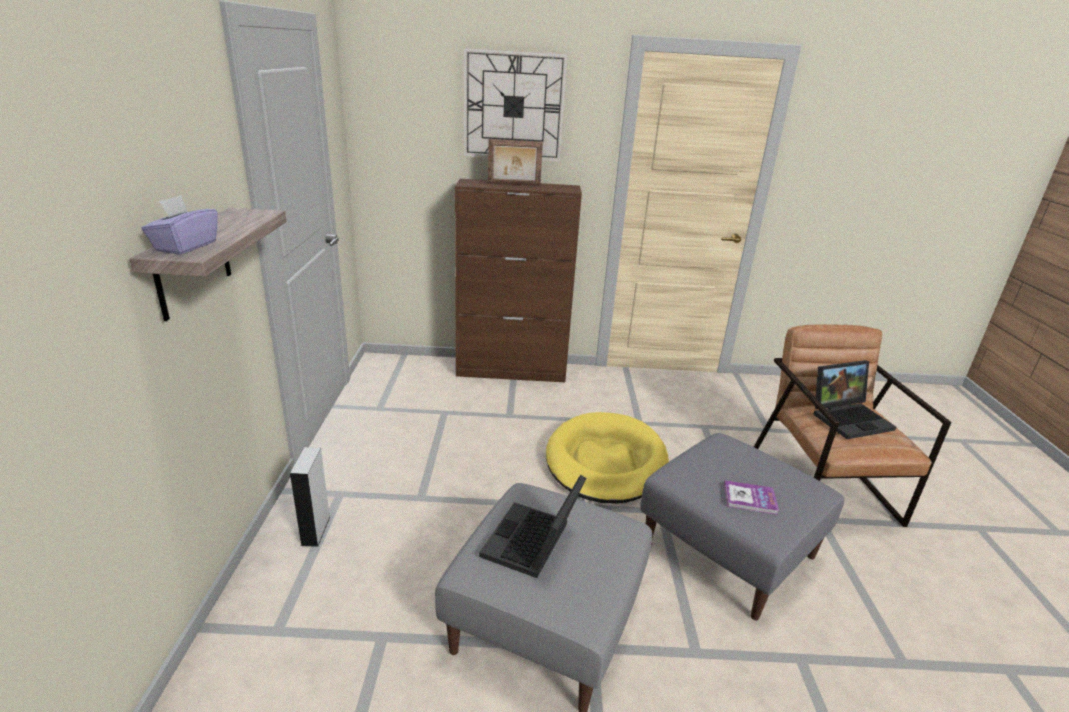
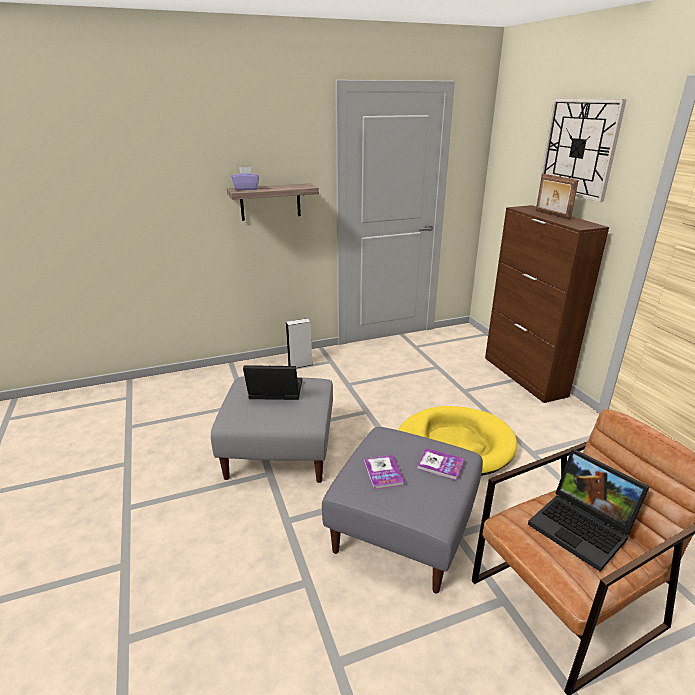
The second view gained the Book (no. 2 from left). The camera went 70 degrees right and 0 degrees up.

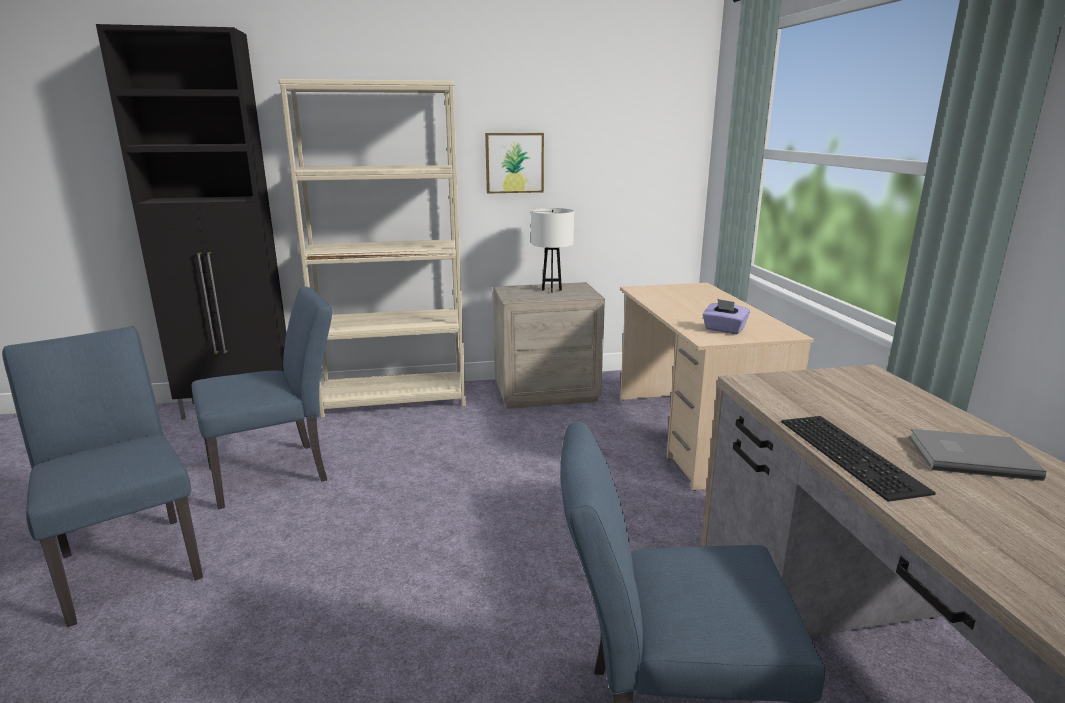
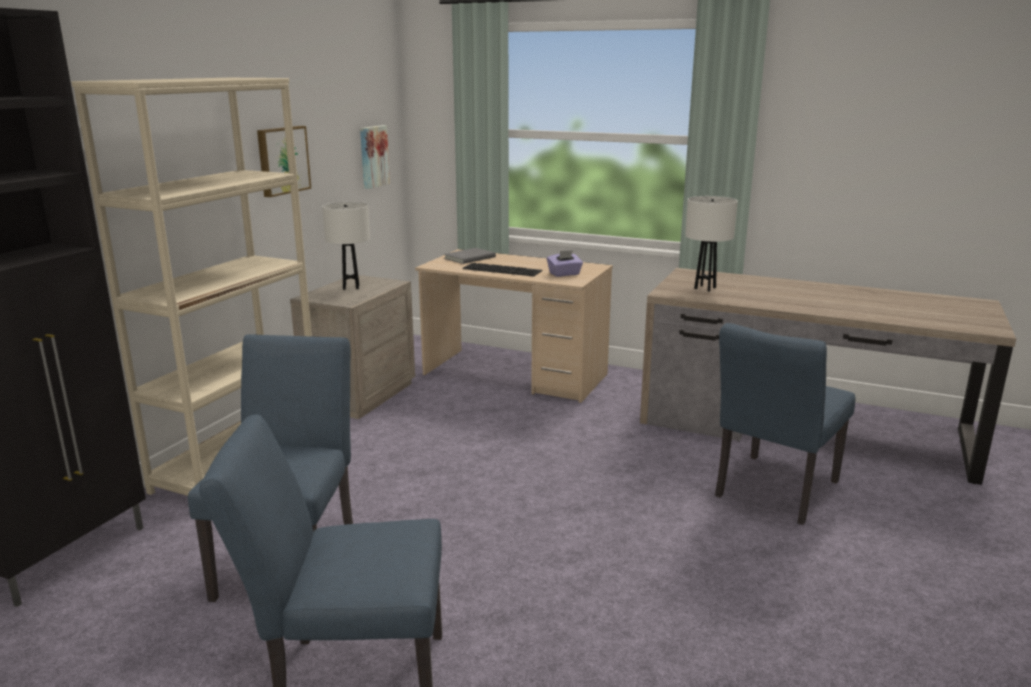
The Keyboard ended up elsewhere. The GrayBook ended up elsewhere. The second view gained the Picture (no. 2 from left). The second view gained the WhitishTabletopLamp (no. 2 from left). The camera went 55 degrees left and 0 degrees up.

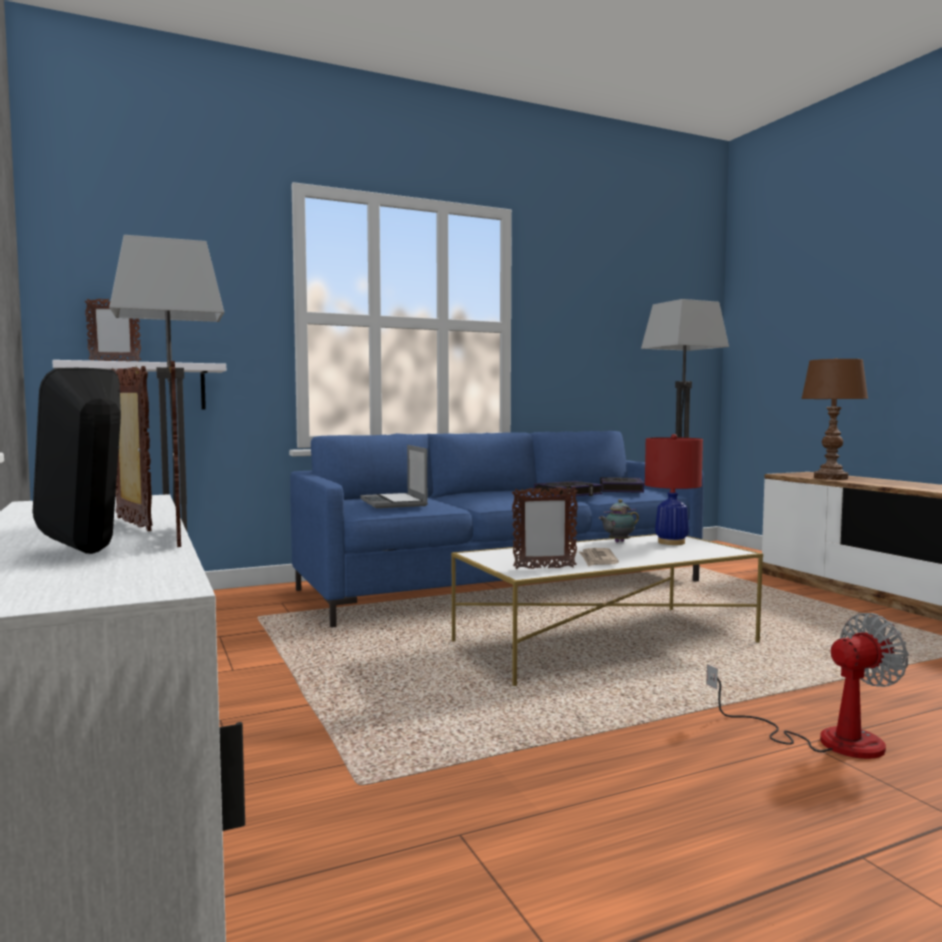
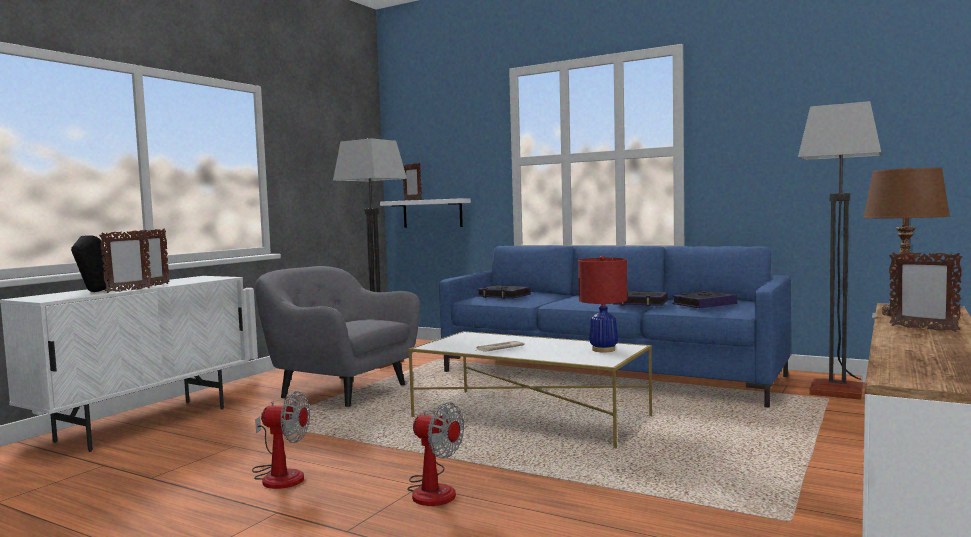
Where the PortableComputer stood, the Book (no. 1 from left) came to stand. The PictureFrame (no. 4 from left) ended up elsewhere. The second view lost the Teapot. The second view gained the ElectricFan (no. 1 from left). The second view gained the GrayArmchair. The camera went 55 degrees right and 0 degrees up.

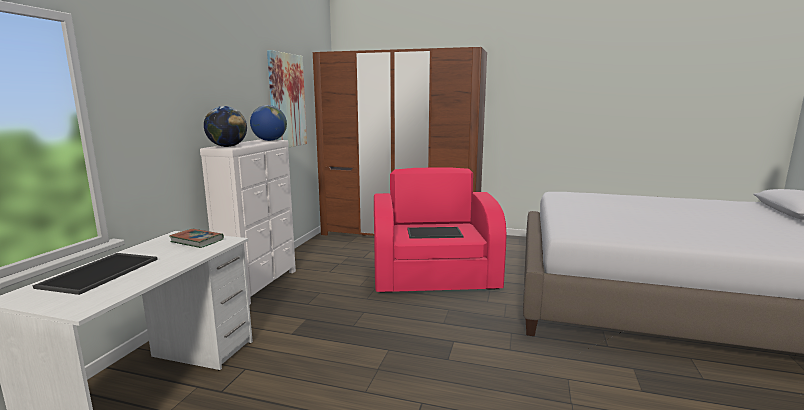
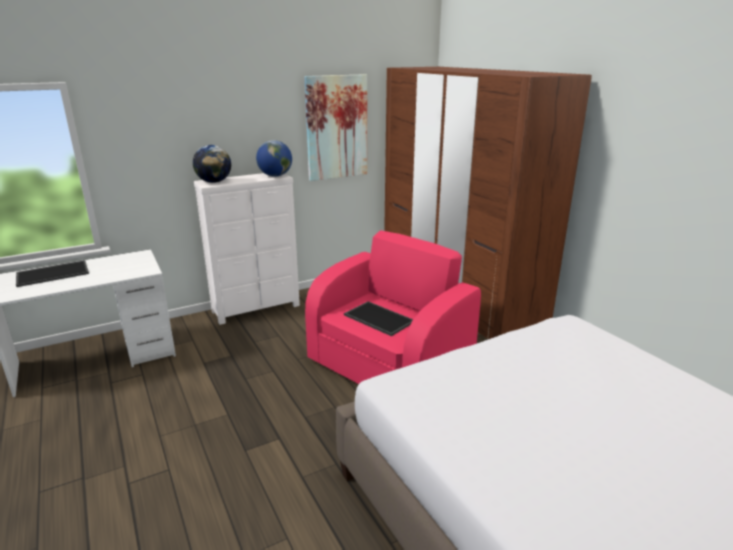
The second view lost the Book. The camera went 45 degrees right and 10 degrees up.

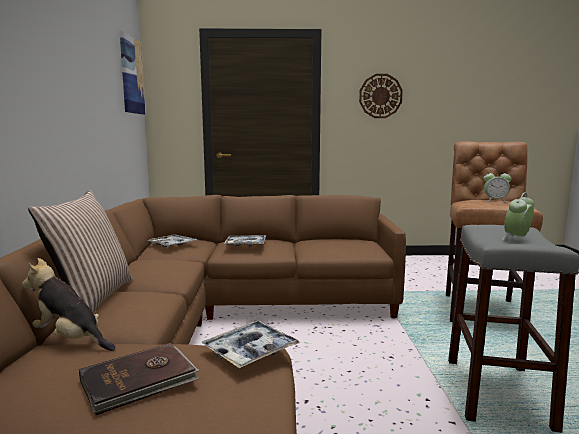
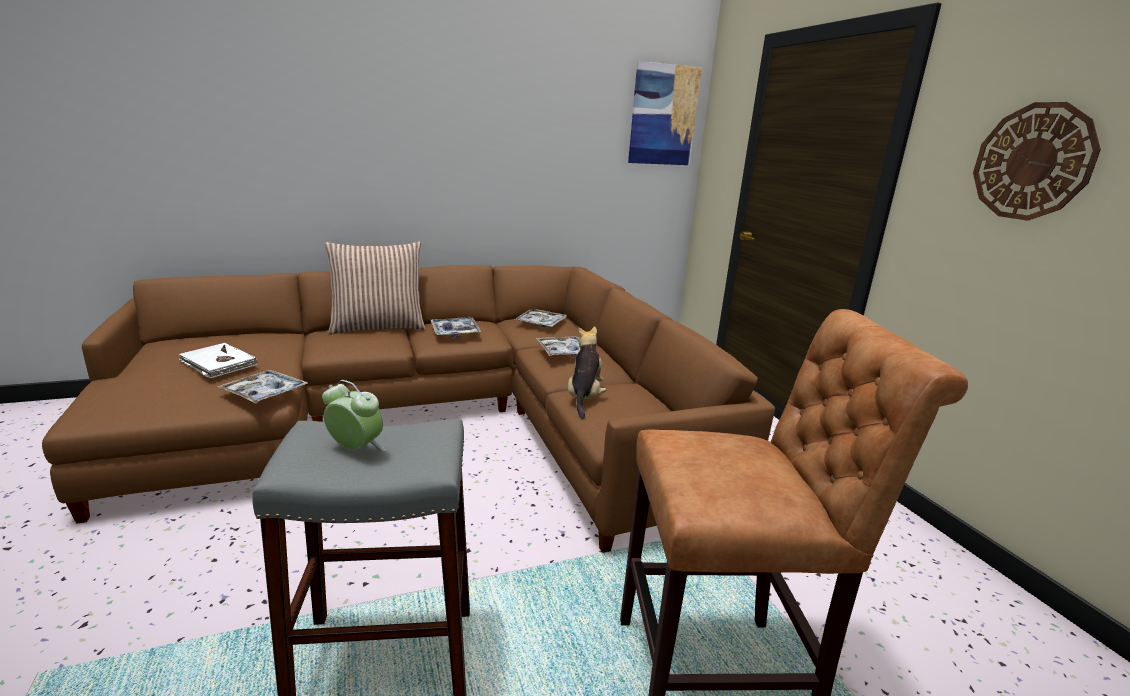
The SoftToy ended up elsewhere. What was the BrownColouredBook turned into the WhitishBook. The second view lost the TableClock (no. 1 from left). The second view gained the Tray (no. 2 from left). The camera went 70 degrees right and 10 degrees up.

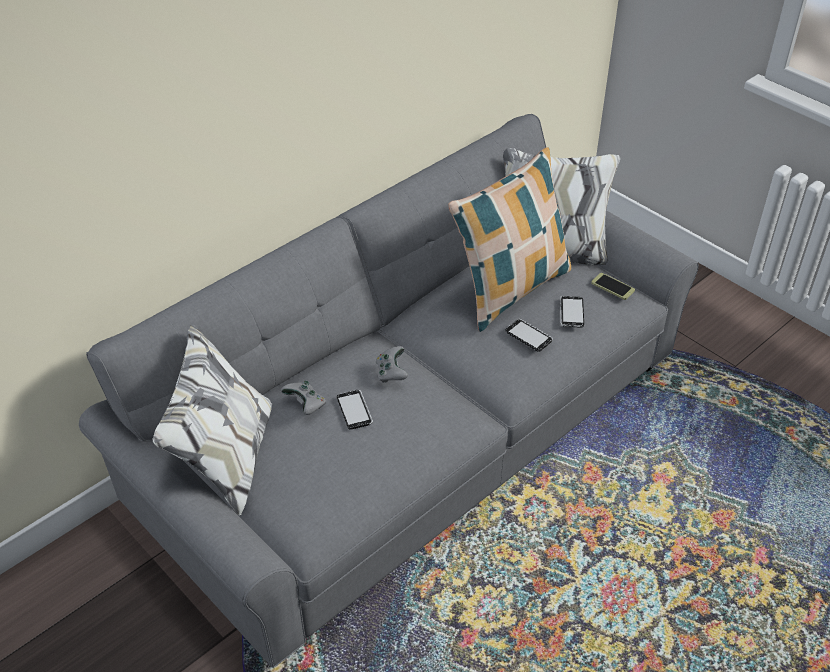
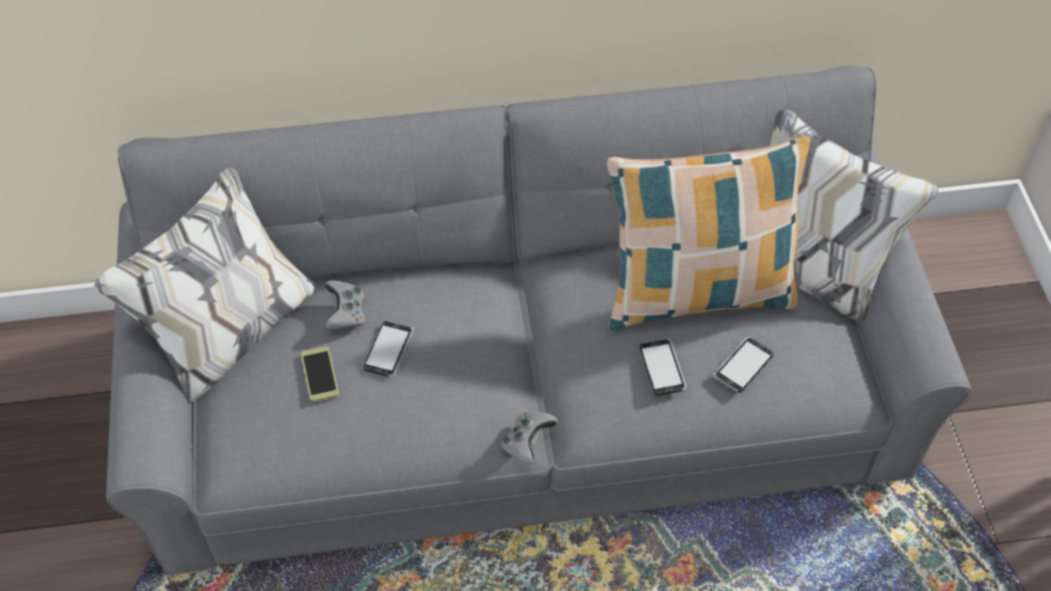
The GrayJoypad (no. 2 from left) ended up elsewhere. The Telephone (no. 4 from left in the first image) ended up elsewhere. The camera went 35 degrees right and 10 degrees up.

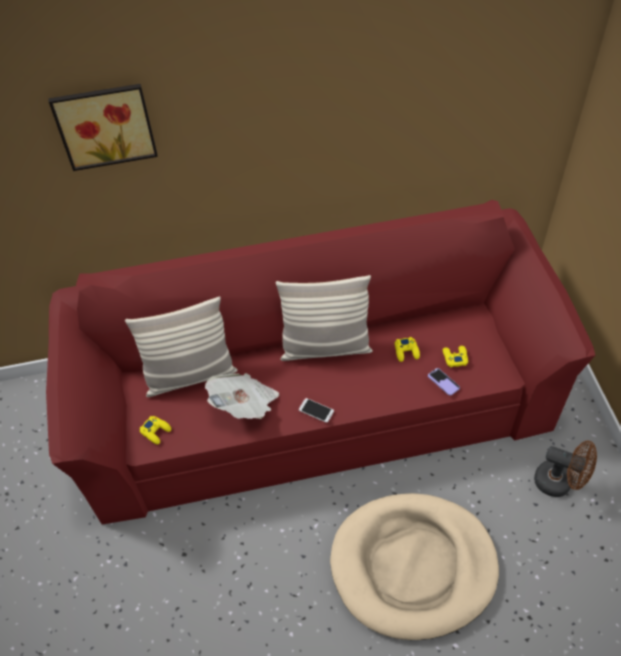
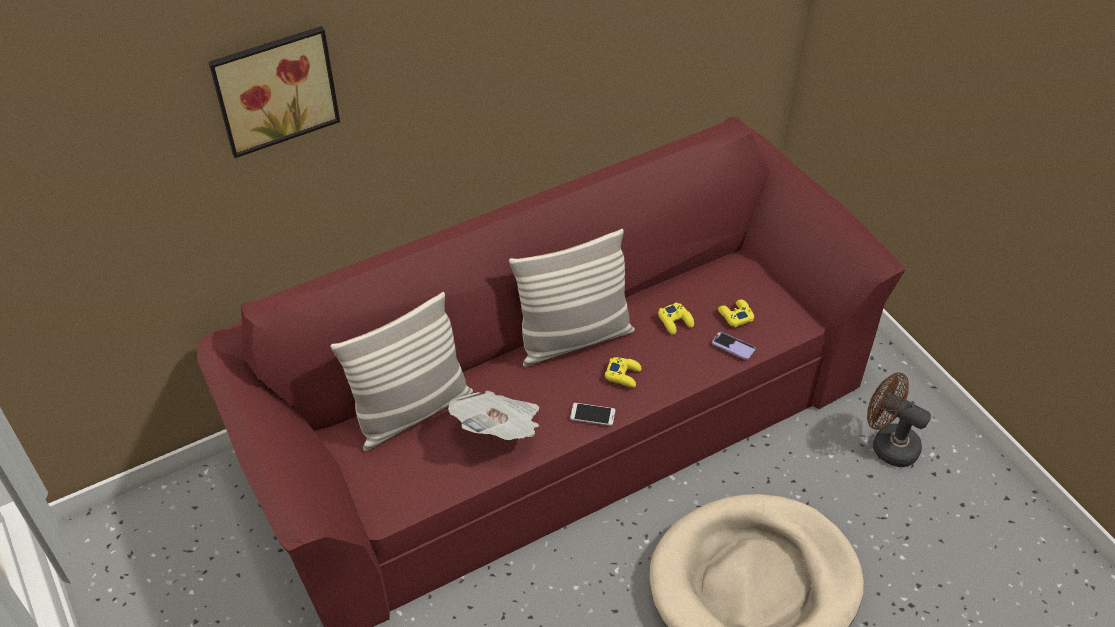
The YellowJoypad (no. 1 from left) ended up elsewhere. The BrownColouredElectricFan ended up facing another way, 150 degrees counterclockwise from before. The camera went 20 degrees left and 5 degrees down.

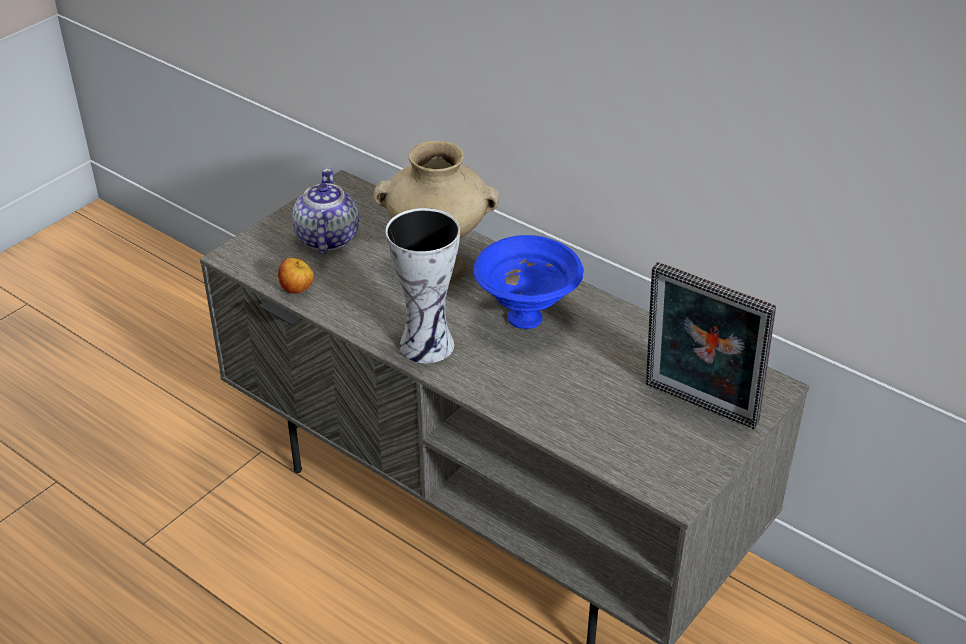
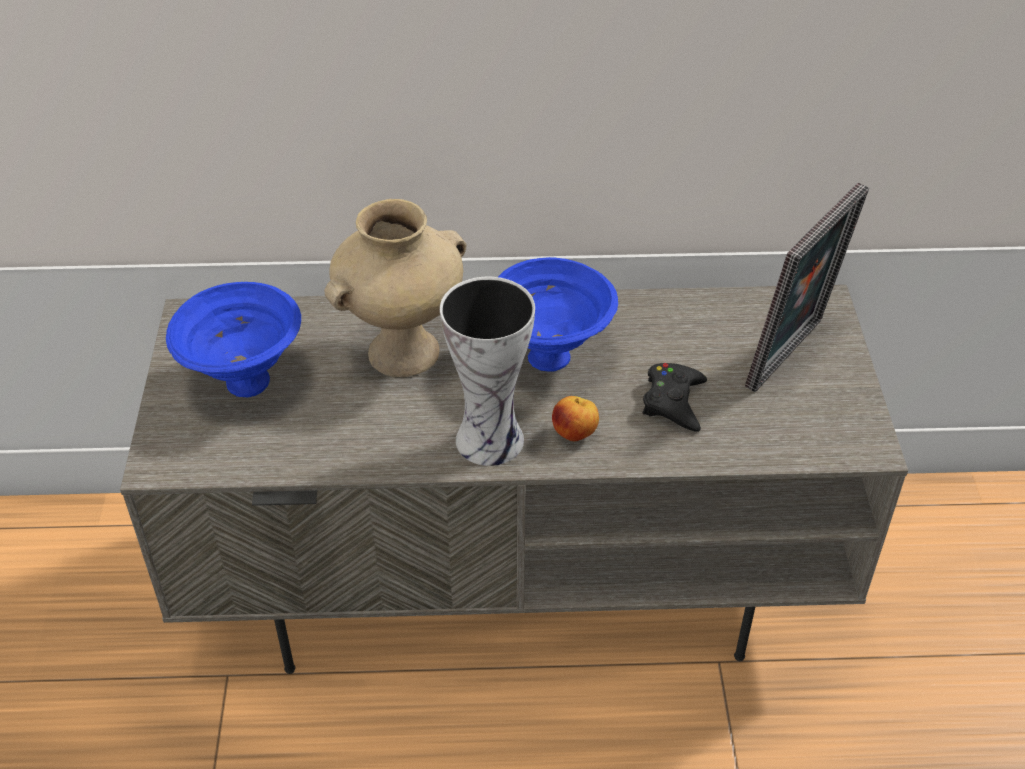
The WholeApple ended up elsewhere. Where the Teapot stood, the BlueColouredServingBowl (no. 1 from left) came to stand. The PictureFrame ended up facing another way, 45 degrees counterclockwise from before. The second view gained the BlackColouredJoypad. The camera went 40 degrees left and 5 degrees up.

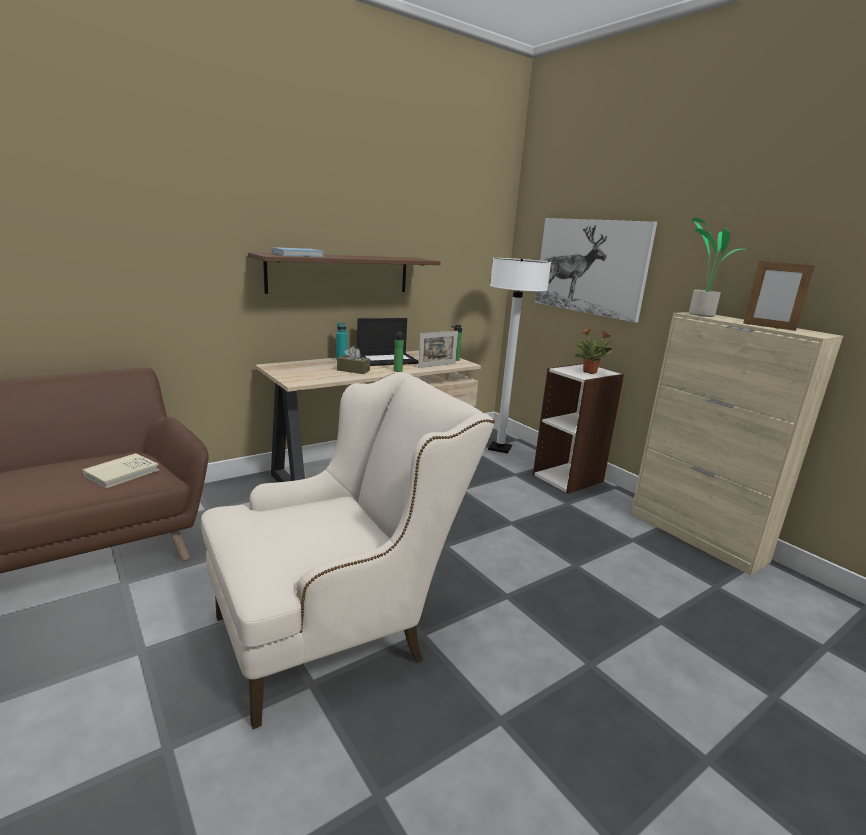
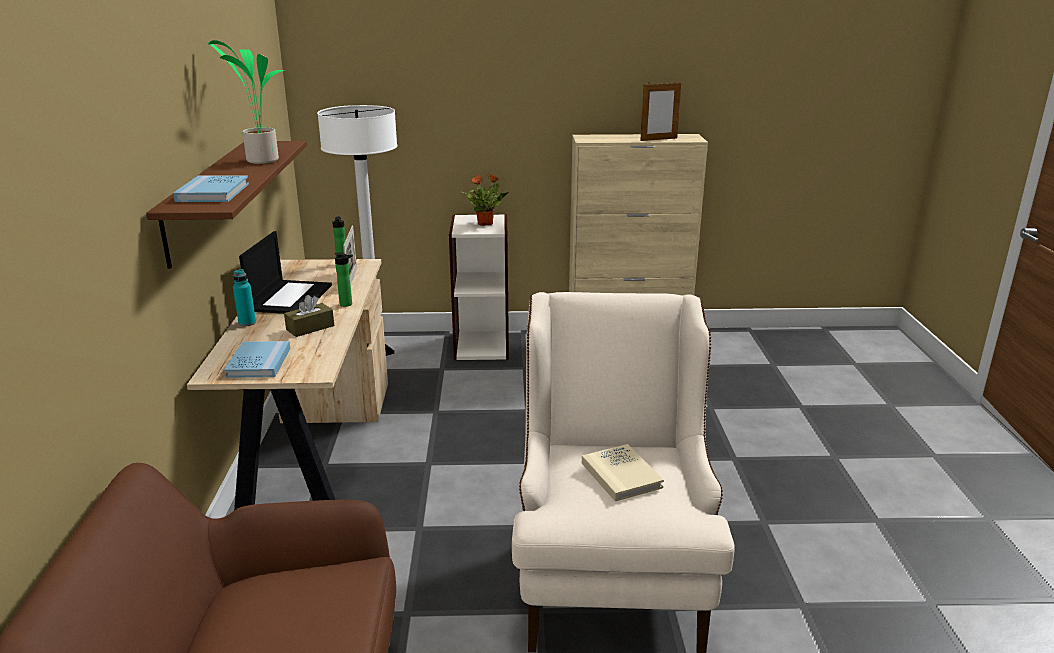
The BeigeBook ended up elsewhere. The second view lost the Picture. The Houseplant (no. 2 from left in the first image) ended up elsewhere. The second view gained the BlueColouredBook (no. 2 from left). The camera went 55 degrees left and 5 degrees up.

